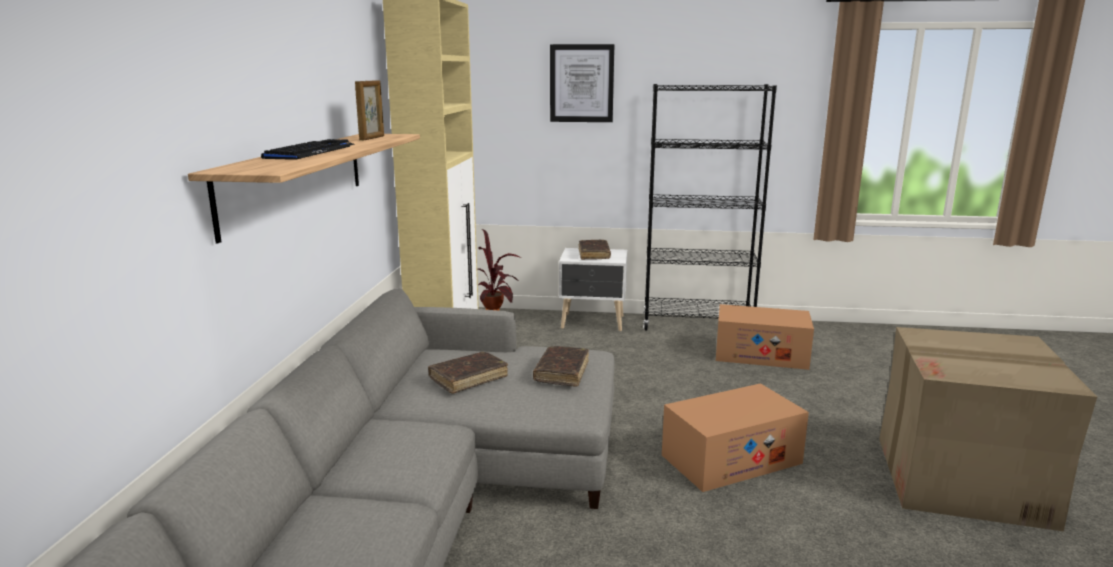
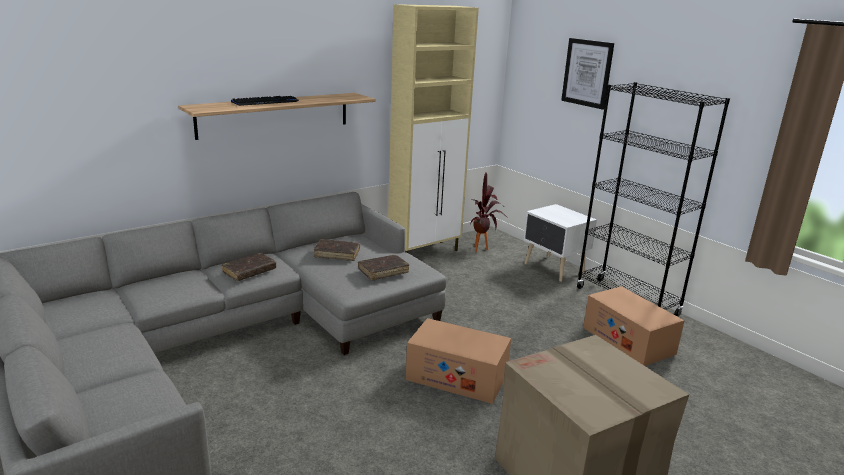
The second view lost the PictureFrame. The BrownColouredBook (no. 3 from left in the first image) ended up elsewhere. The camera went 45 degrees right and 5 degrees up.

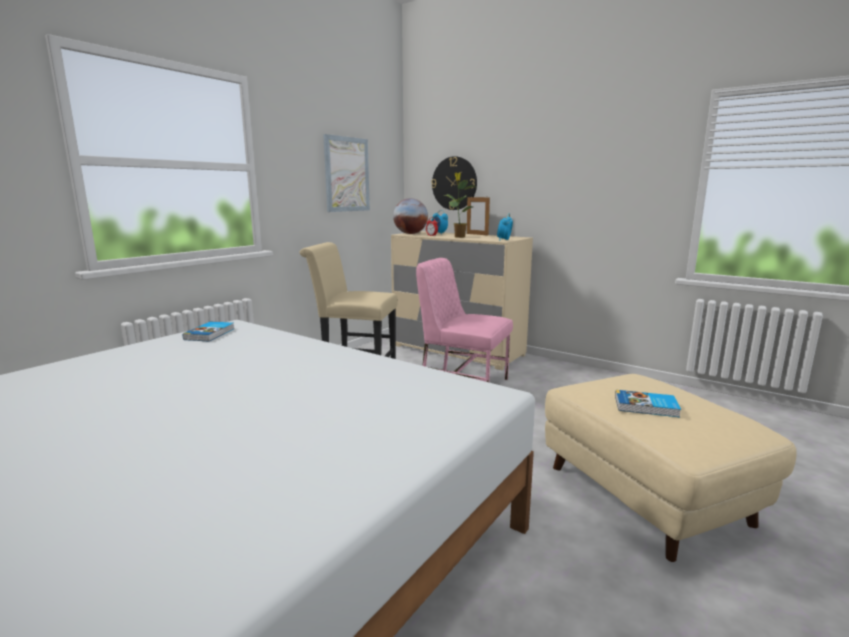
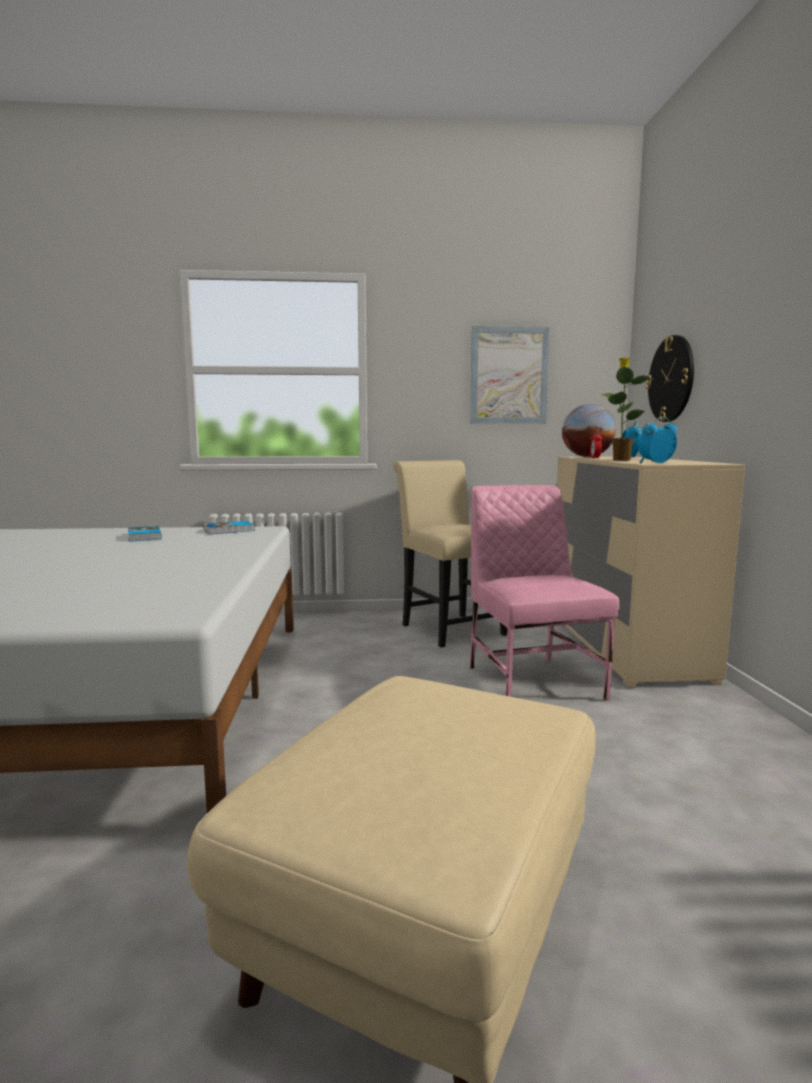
The second view lost the PictureFrame. The Book (no. 2 from left in the first image) ended up elsewhere. The camera went 50 degrees right and 5 degrees down.

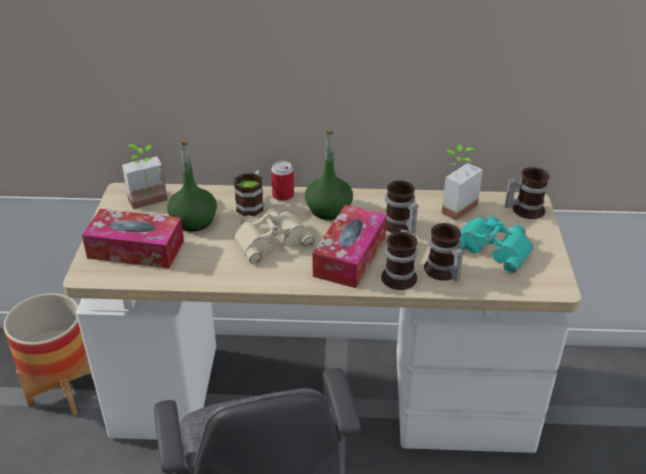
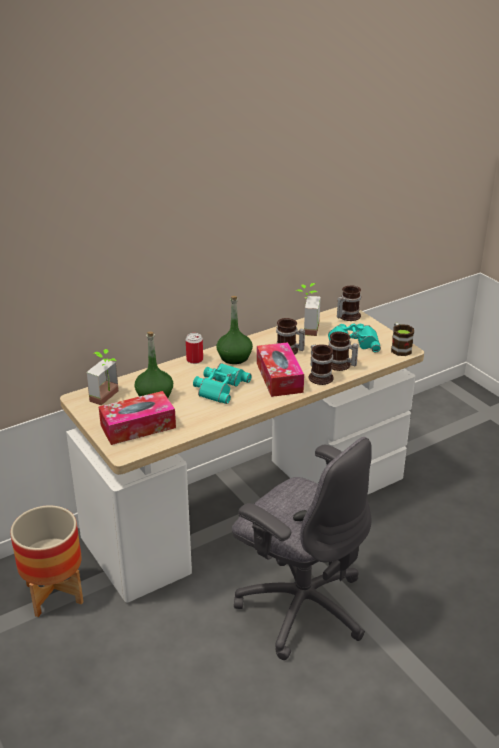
What was the BeigeFieldGlasses turned into the TurquoiseFieldGlasses (no. 1 from left). The TeaMug (no. 1 from left in the first image) ended up elsewhere. The camera went 35 degrees left and 5 degrees down.

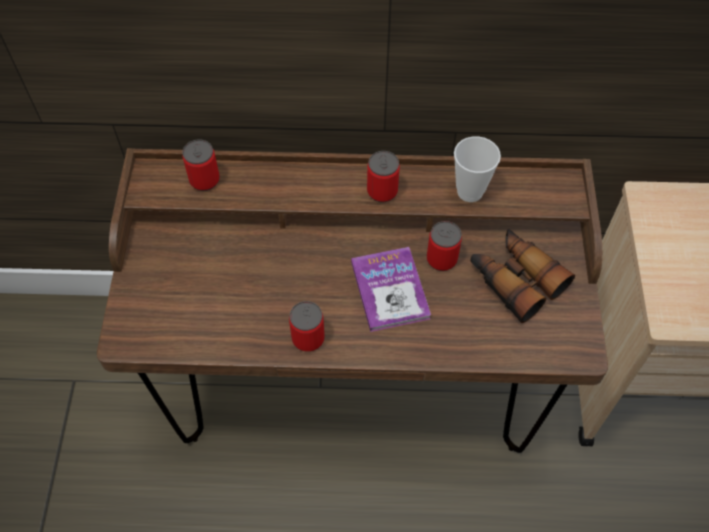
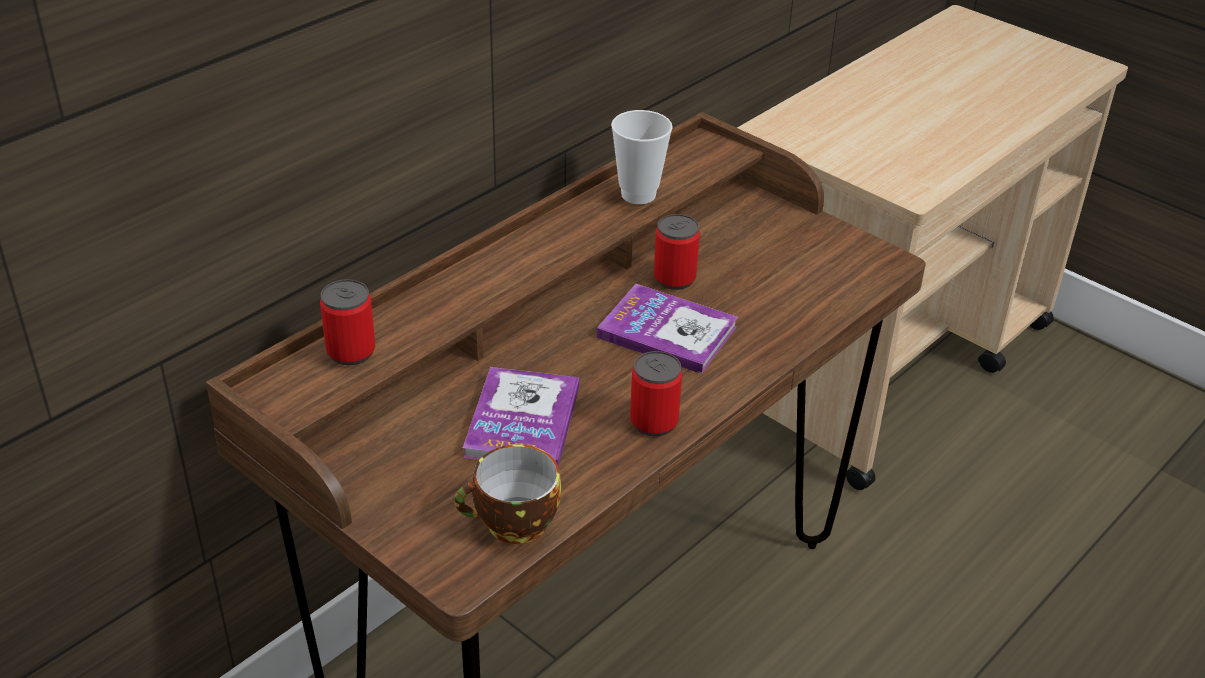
The second view lost the Can (no. 3 from left). The second view lost the FieldGlasses. The second view gained the DrinkingCup (no. 1 from left). The second view gained the Book (no. 1 from left). The camera went 50 degrees left and 20 degrees down.

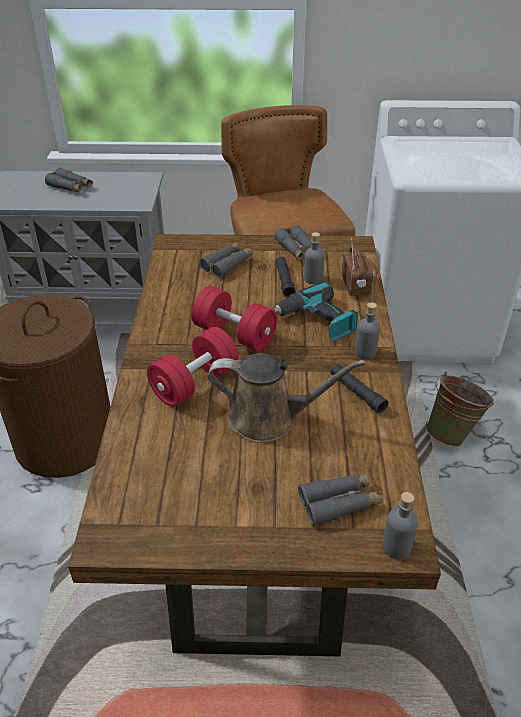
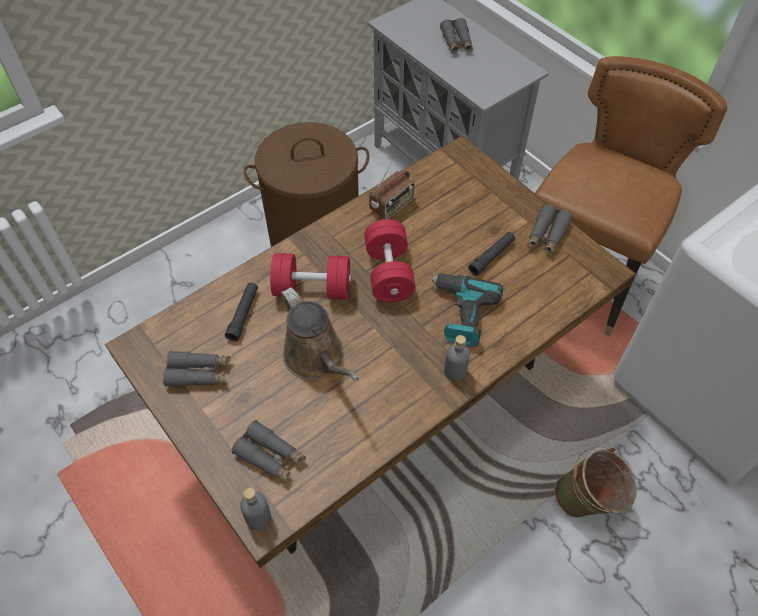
The GrayFieldGlasses (no. 2 from left in the first image) ended up elsewhere. The second view lost the GrayBottle (no. 1 from left). The BlackColouredTorch (no. 2 from left in the first image) ended up elsewhere. The RadioReceiver ended up elsewhere. The camera went 50 degrees right and 15 degrees up.

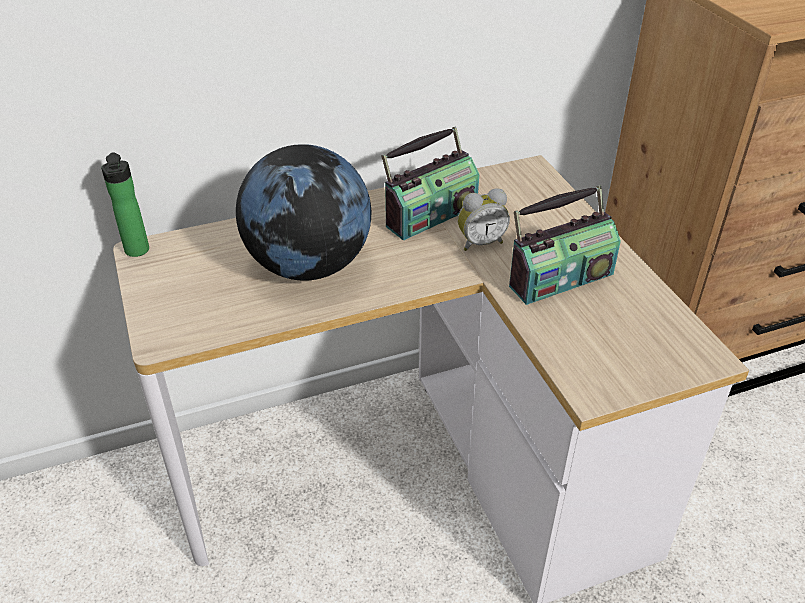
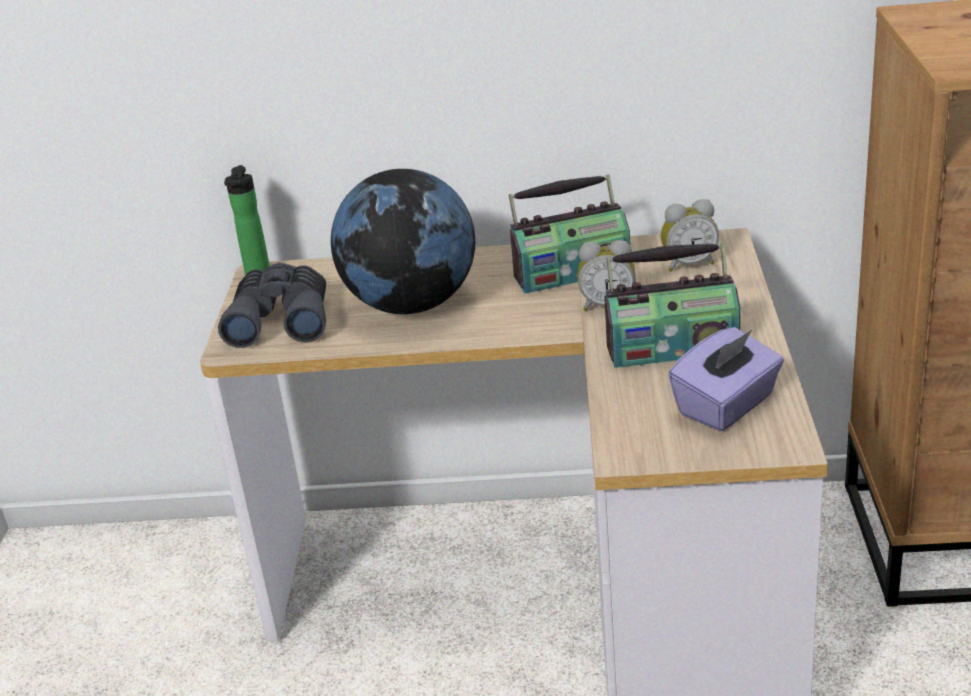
The second view gained the GrayFieldGlasses. The second view gained the TableClock (no. 2 from left). The second view gained the PurpleTissueBox. The camera went 25 degrees right and 10 degrees down.

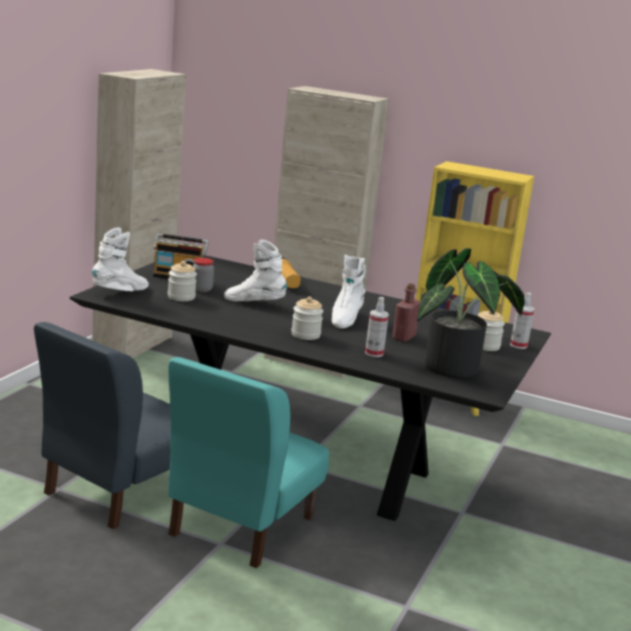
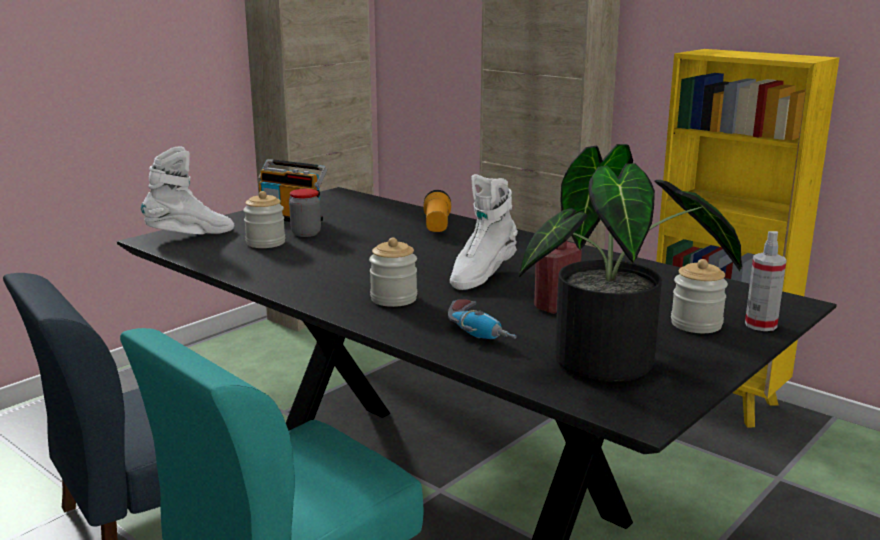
The second view lost the WhitishBoot (no. 2 from left). Where the SprayBottle (no. 1 from left) stood, the PowerDrill came to stand. The camera went 20 degrees right and 0 degrees up.

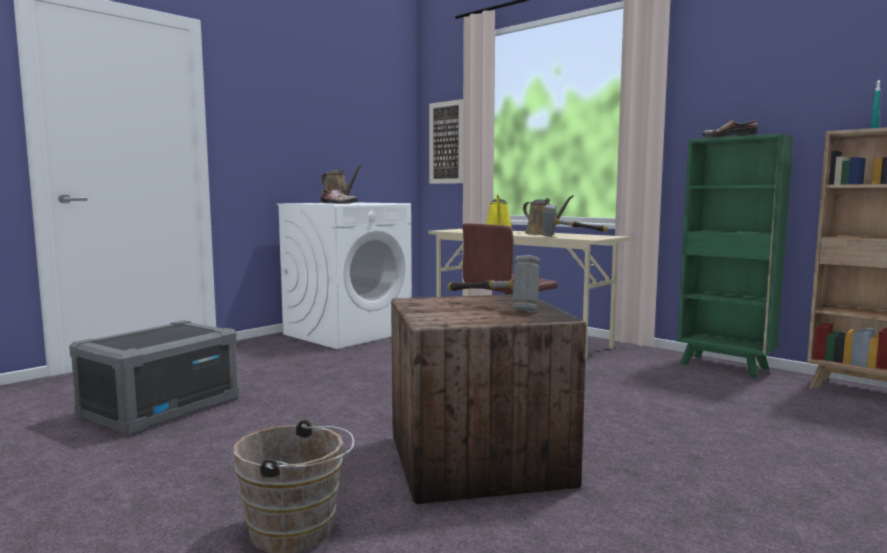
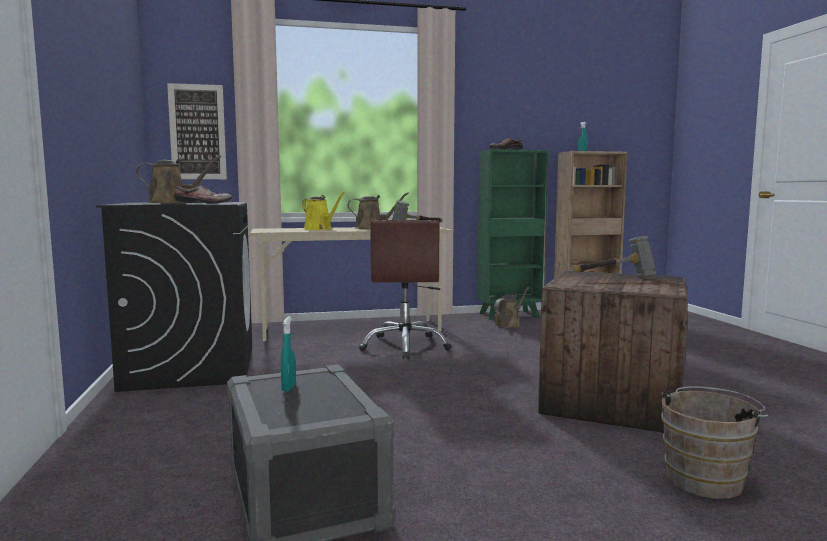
What was the WhitishWashingMachine turned into the BlackColouredWashingMachine. The second view gained the TurquoiseSprayBottle (no. 1 from left). The second view gained the BrownColouredWateringPot (no. 3 from left). The camera went 55 degrees left and 0 degrees up.

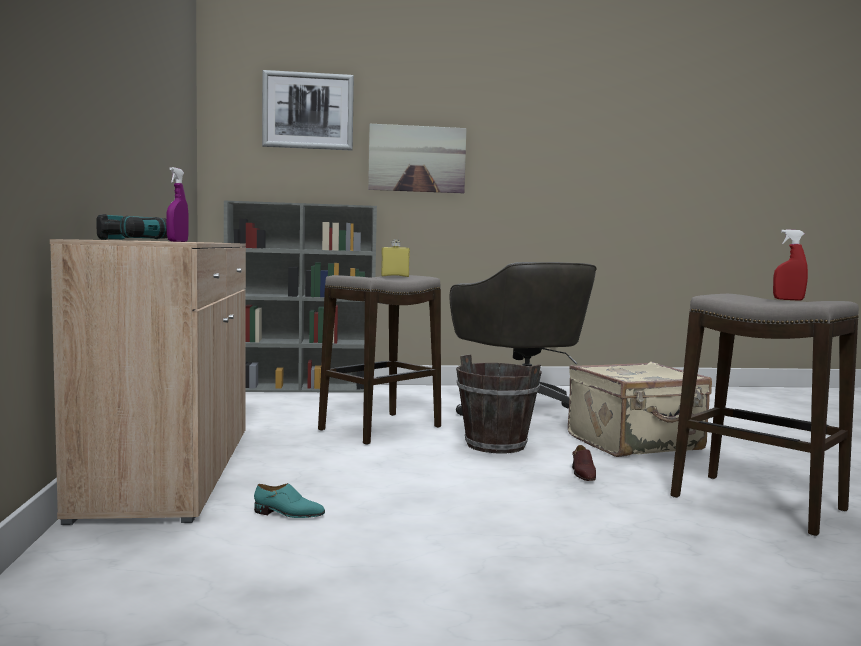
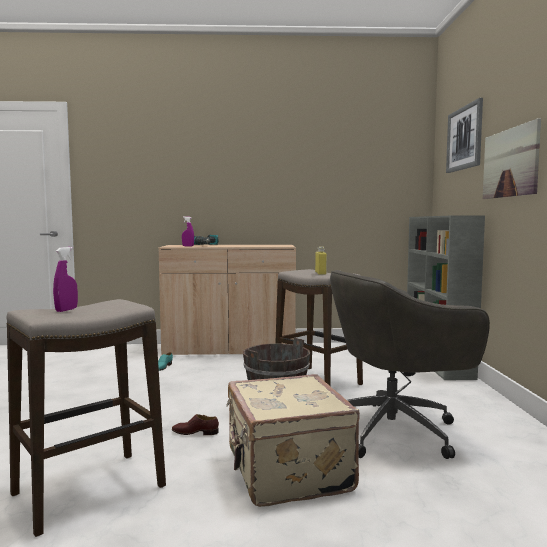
What was the RedColouredSprayBottle turned into the PurpleSprayBottle (no. 1 from left). The camera went 95 degrees right and 0 degrees up.

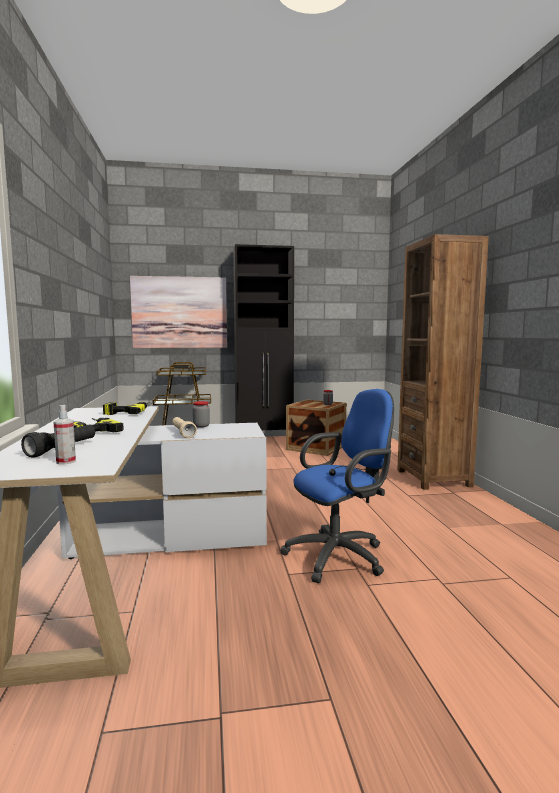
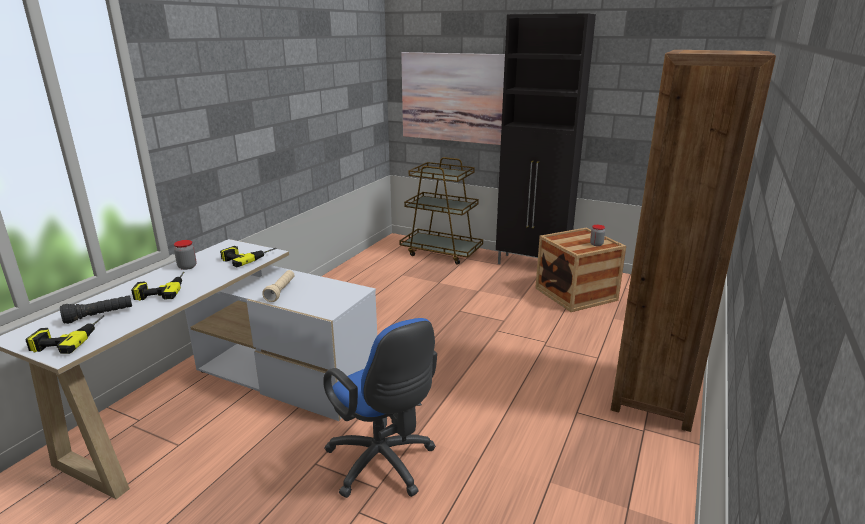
Where the SprayBottle stood, the PowerDrill (no. 1 from left) came to stand. The Jar (no. 1 from left) ended up elsewhere. The BlueColouredDeskChair ended up facing another way, 45 degrees clockwise from before. The camera went 35 degrees right and 15 degrees up.

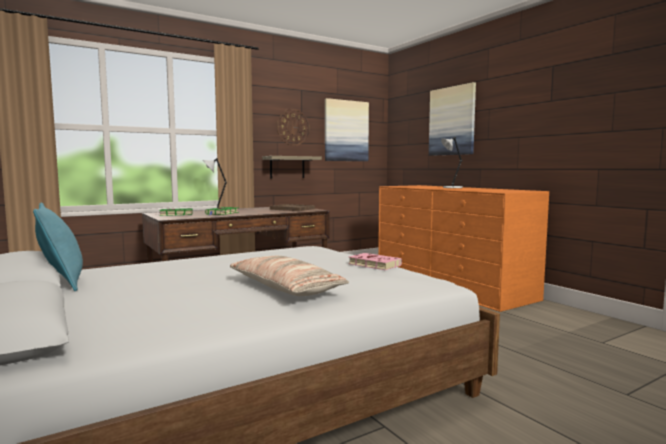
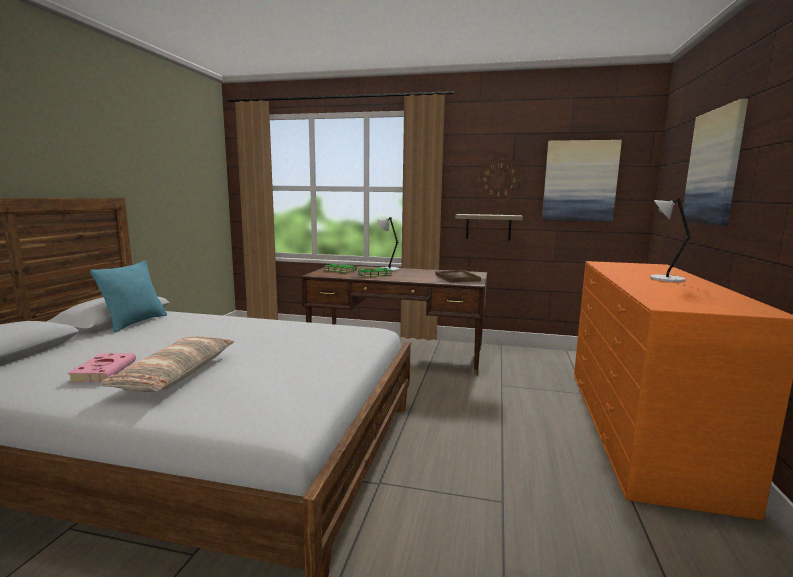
The PinkColouredBook ended up elsewhere. The camera went 45 degrees right and 5 degrees up.

